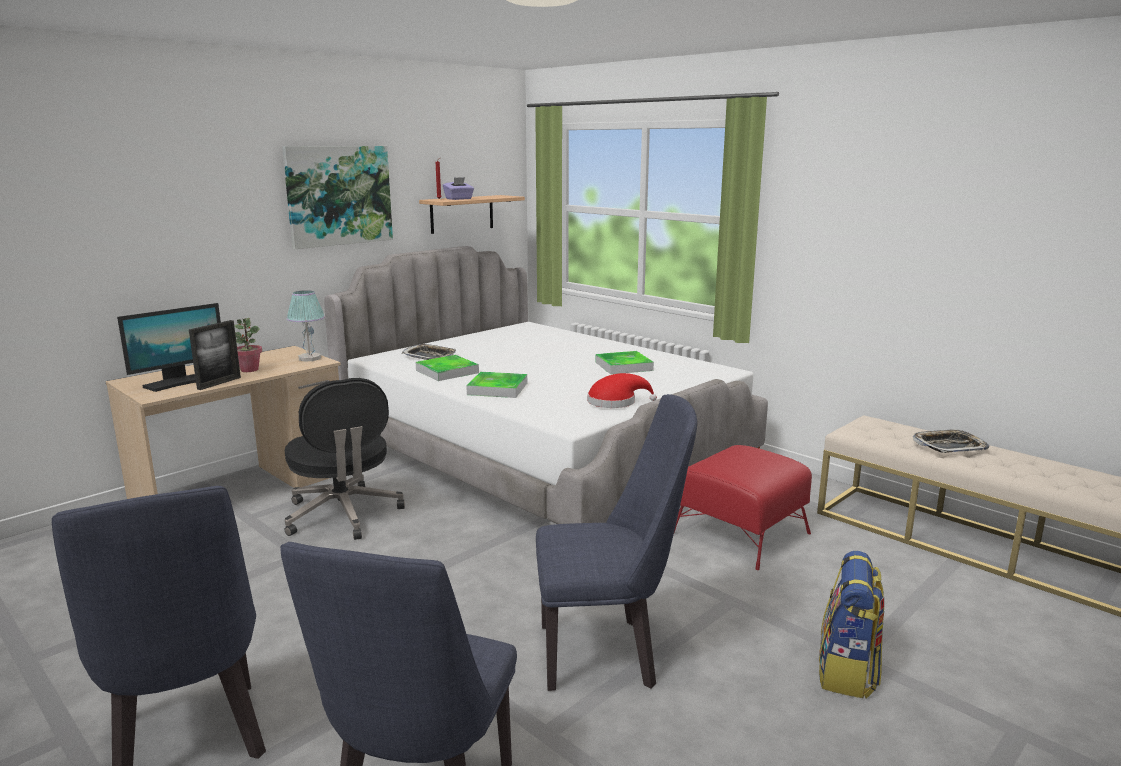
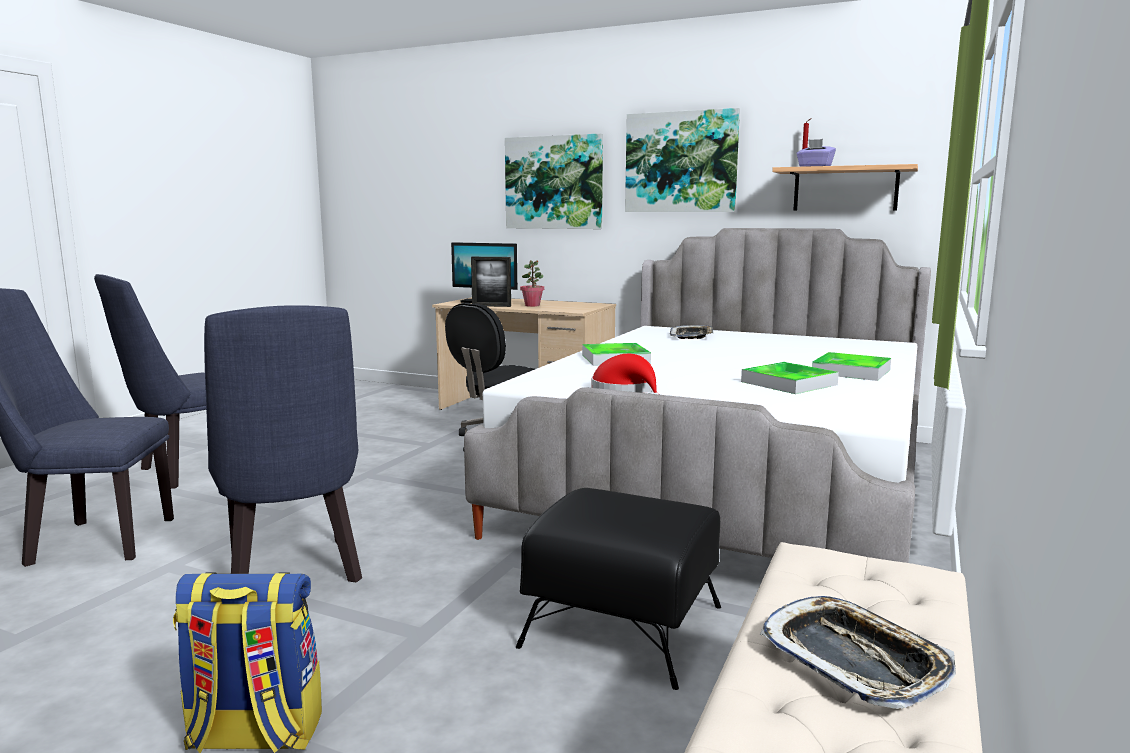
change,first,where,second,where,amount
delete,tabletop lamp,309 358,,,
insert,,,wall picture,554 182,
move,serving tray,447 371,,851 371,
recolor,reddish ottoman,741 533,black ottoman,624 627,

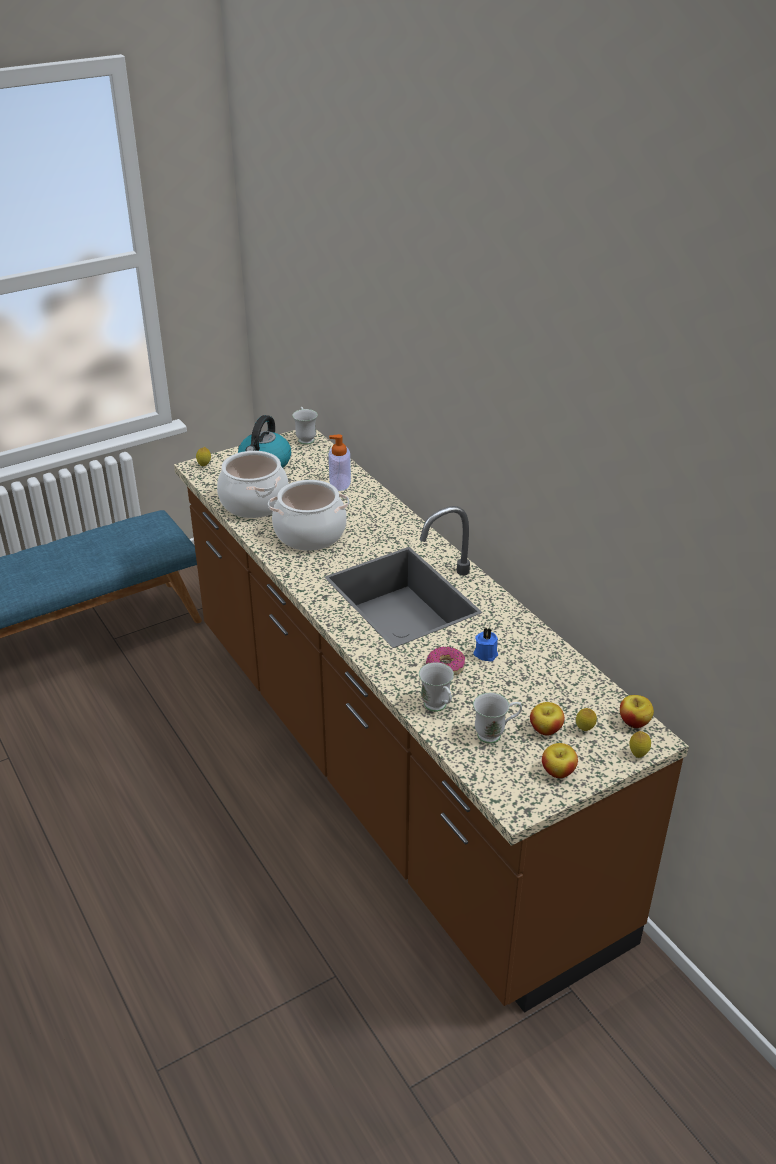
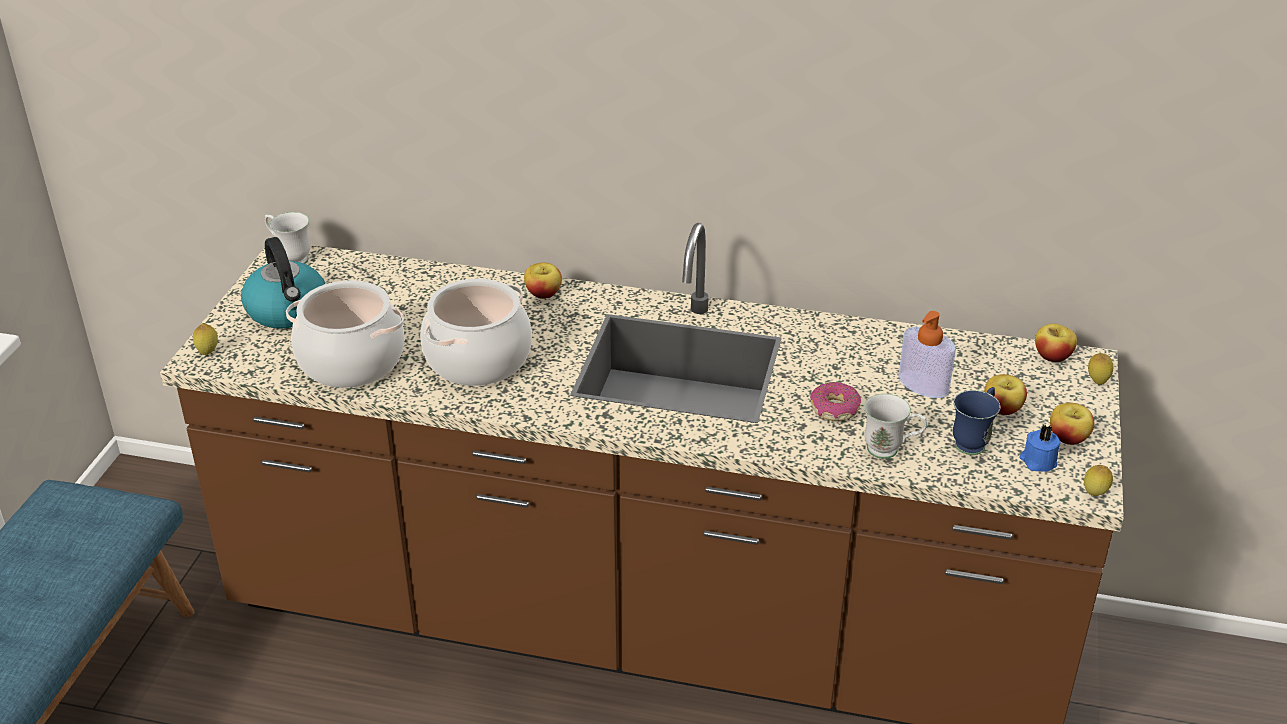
change,first,where,second,where,amount
insert,,,apple,543 294,
move,soap dispenser,340 482,,923 385,
move,bluish wax candle,485 653,,1037 461,
move,citrus fruit,584 730,,1094 494,
recolor,white-coloured tea mug,495 734,bluish tea mug,973 441,

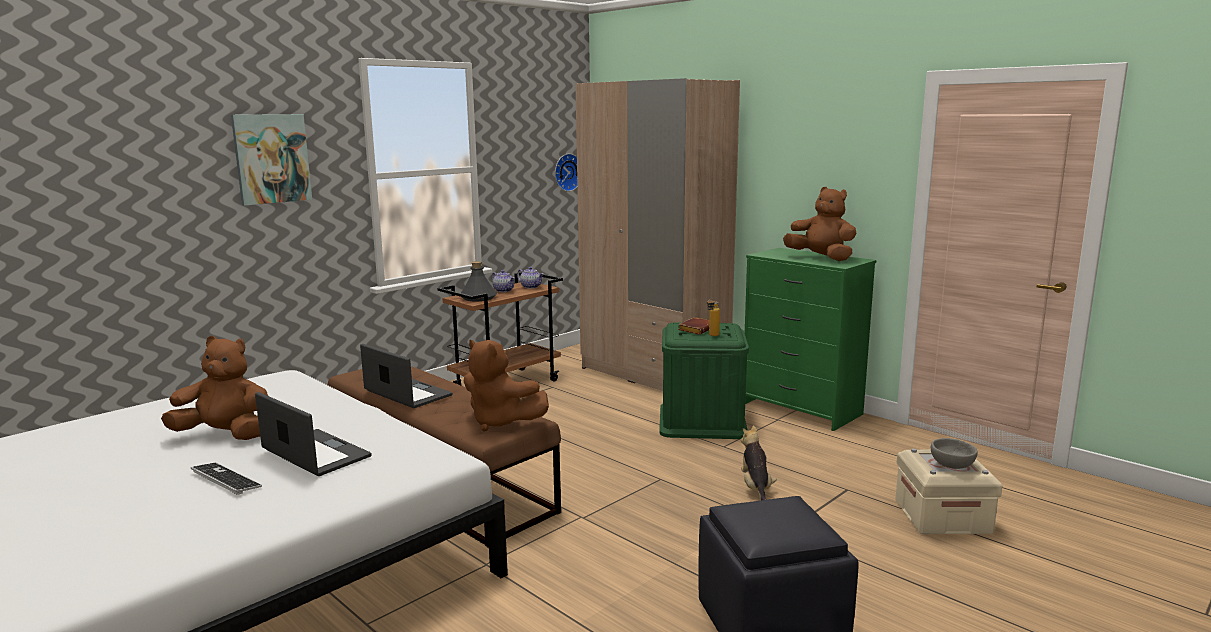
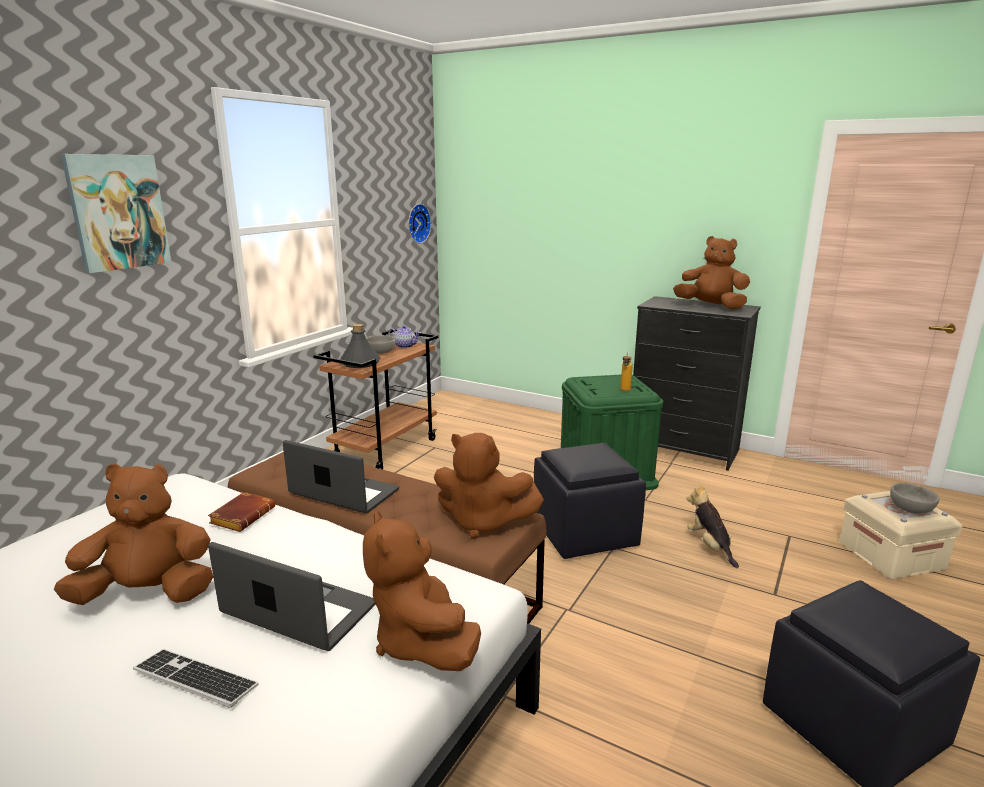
change,first,where,second,where,amount
delete,beige-coloured wardrobe,654 374,,,
insert,,,brown-coloured plush toy,421 642,
insert,,,black ottoman,584 532,
move,brown-coloured volume,696 329,,242 515,
replace,teapot,504 290,grey serving bowl,380 352,
recolor,greenish dresser,801 409,black dresser,683 449,

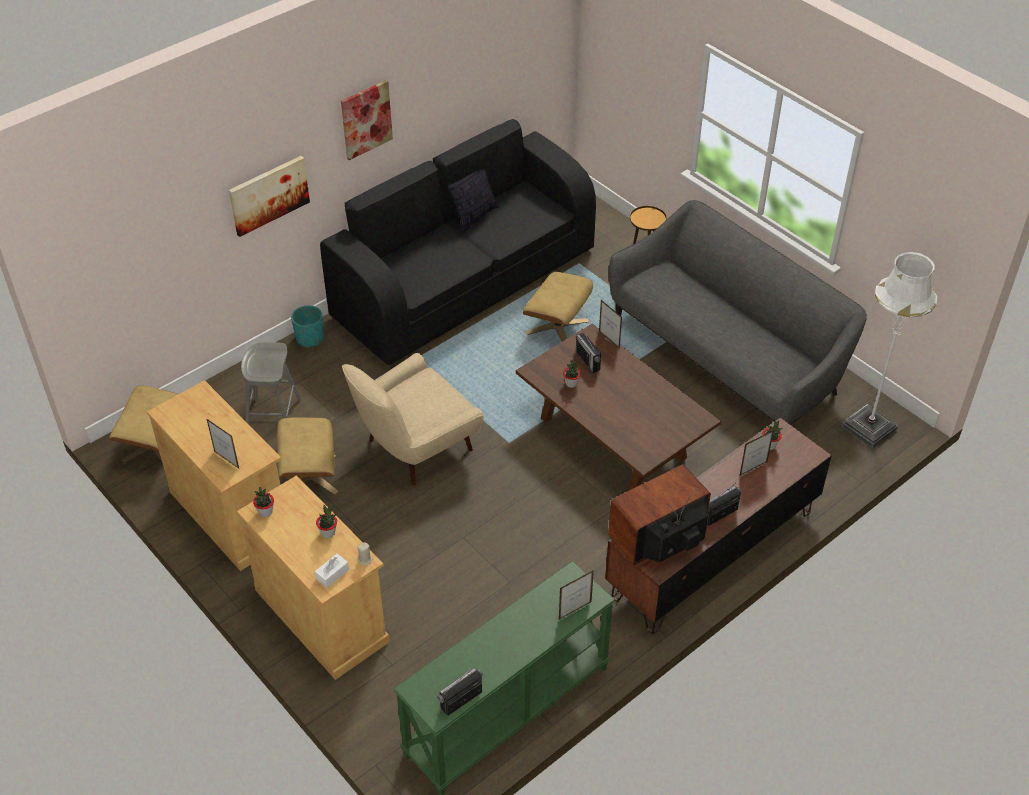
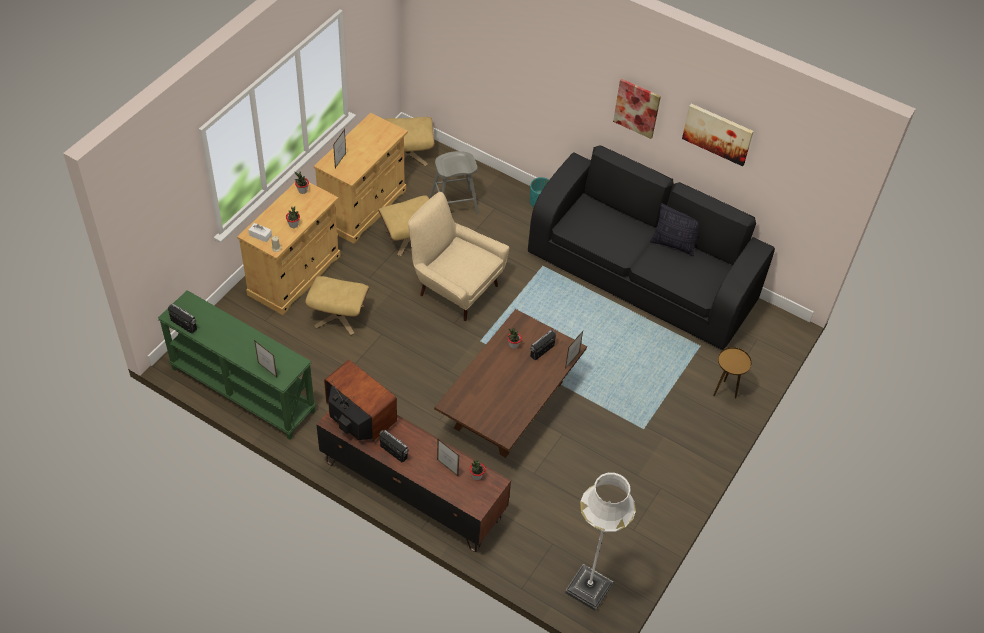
change,first,where,second,where,amount
delete,grey settee,727 355,,,
move,wall picture,268 195,,718 133,
move,beige-coloured ottoman,557 327,,339 316,

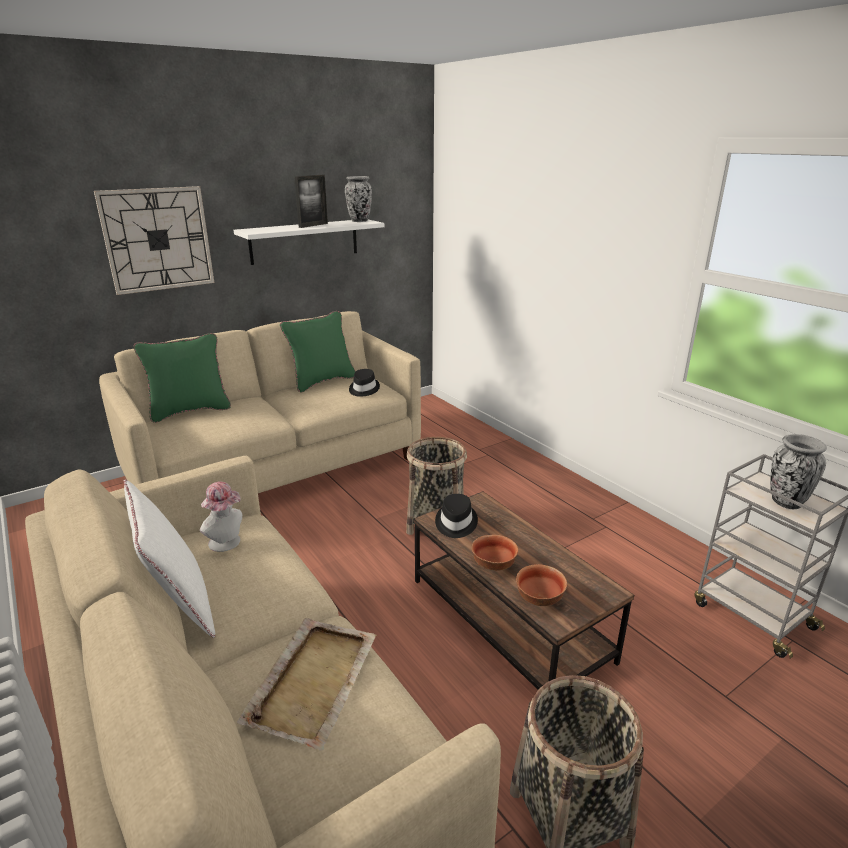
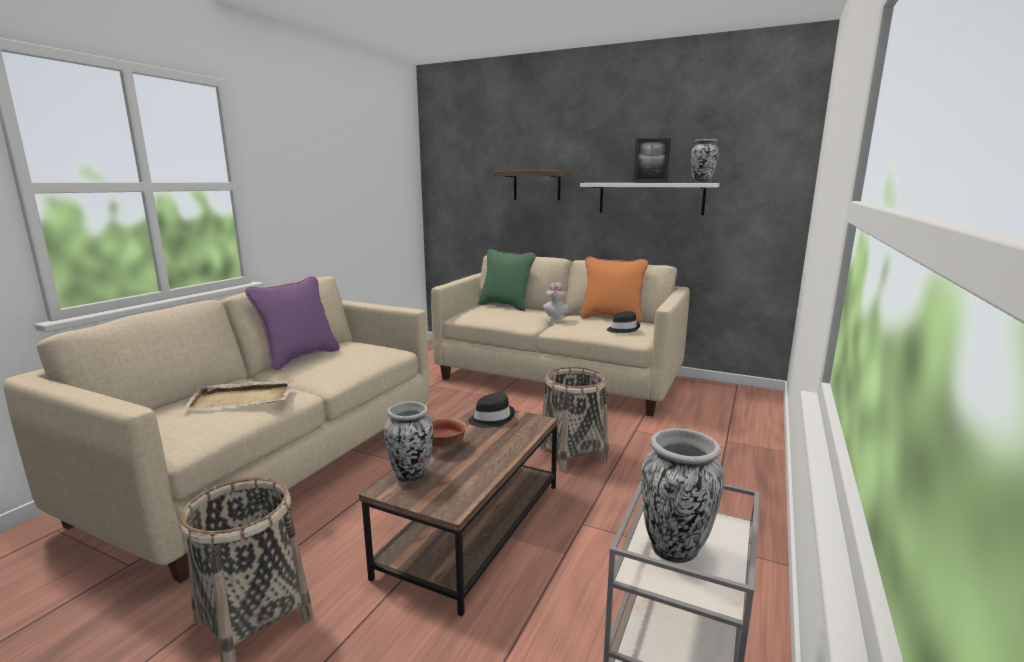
change,first,where,second,where,amount
move,hat,227 543,,555 320,
replace,wall clock,157 239,bracket shelf,537 185,
replace,serving bowl,540 599,vase,411 476,
recolor,white-coloured throw pillow,180 606,purple-coloured throw pillow,299 358,
recolor,greenish throw pillow,322 381,orangey throw pillow,611 318,

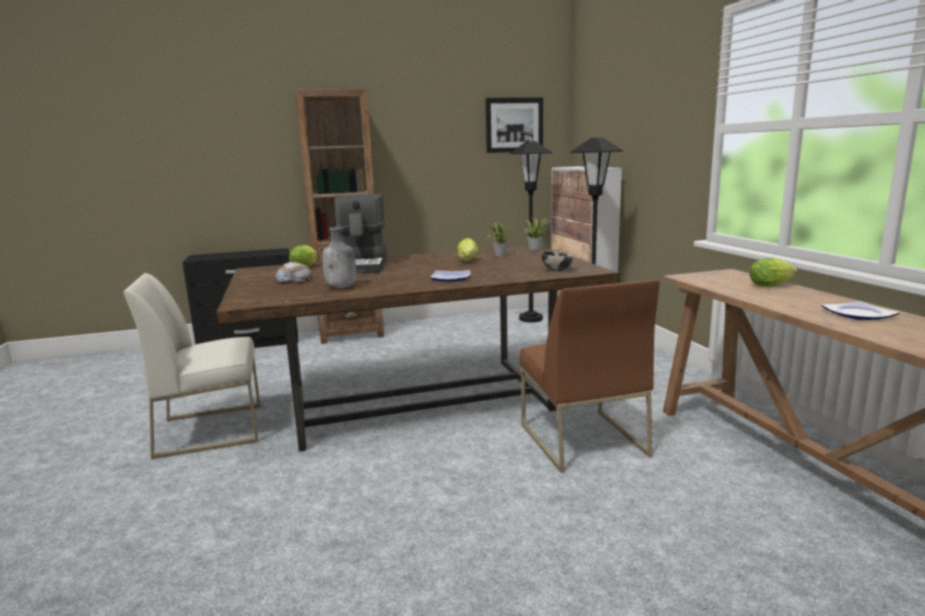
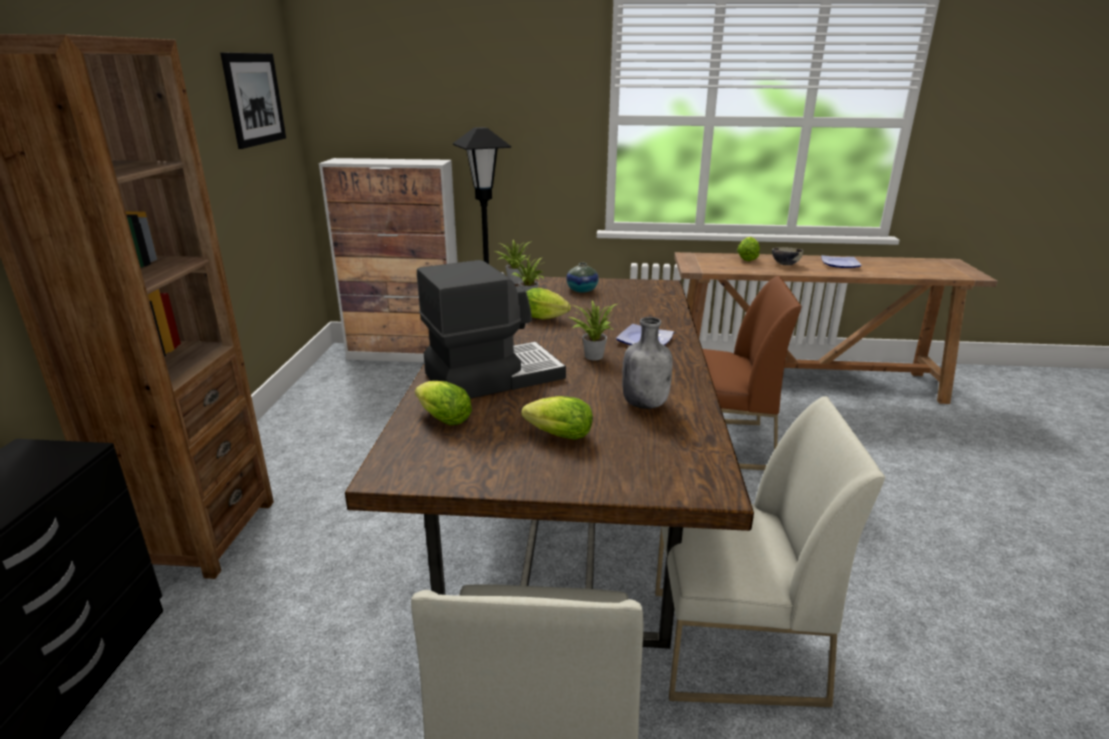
change,first,where,second,where,amount
delete,black standard lamp,531 319,,,
insert,,,vase,582 290,
insert,,,houseplant,592 356,
insert,,,white-coloured upright chair,733 645,
move,serving bowl,557 270,,785 264,
replace,baked bread,293 280,lettuce head,556 435,
rotate,coffee brewer,363 265,,492 376,45 degrees counterclockwise

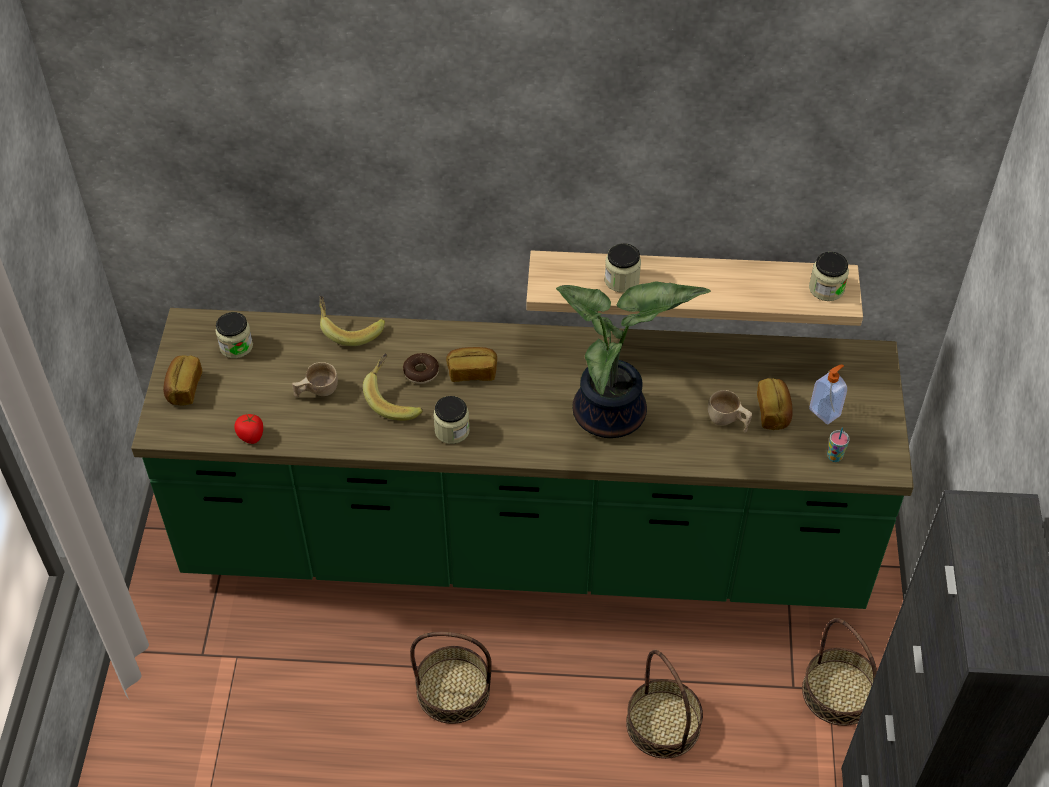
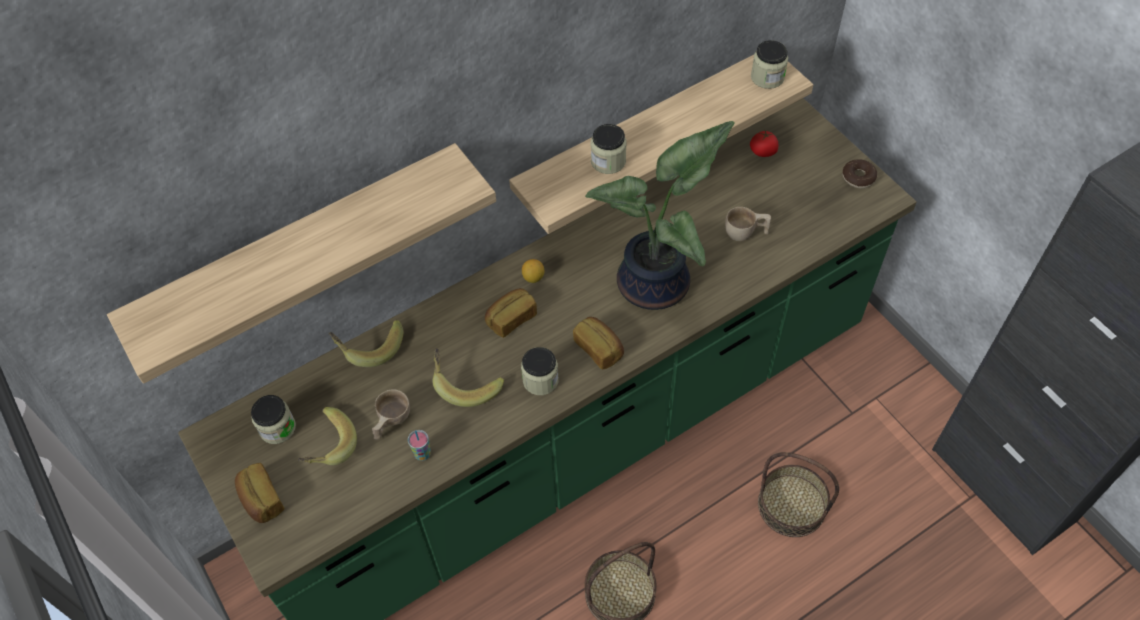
change,first,where,second,where,amount
delete,household basket,839 692,,,
delete,soap dispenser,825 412,,,
insert,,,bracket shelf,299 249,
insert,,,banana fruit,327 446,
insert,,,citrus fruit,533 277,
move,fresh tomato,251 436,,763 151,
move,donut,421 372,,858 177,
move,baked bread,774 412,,599 348,
move,cup,834 456,,422 454,

